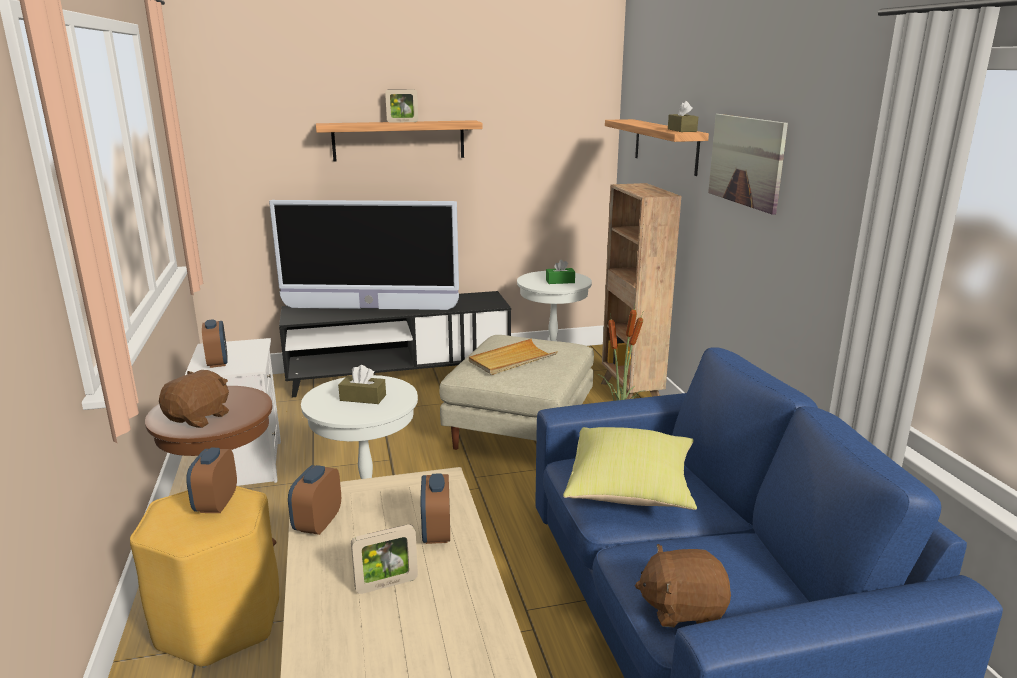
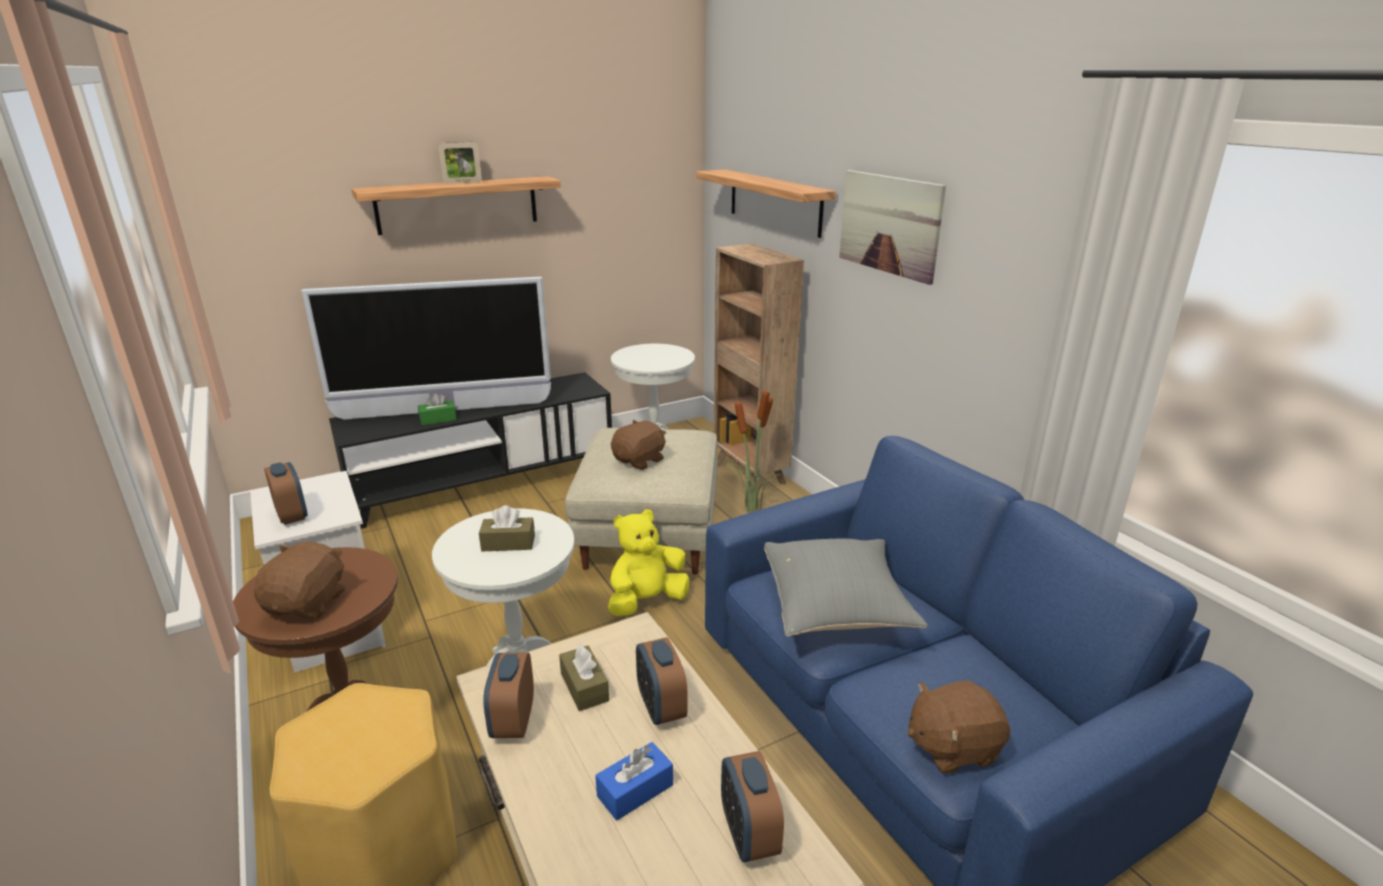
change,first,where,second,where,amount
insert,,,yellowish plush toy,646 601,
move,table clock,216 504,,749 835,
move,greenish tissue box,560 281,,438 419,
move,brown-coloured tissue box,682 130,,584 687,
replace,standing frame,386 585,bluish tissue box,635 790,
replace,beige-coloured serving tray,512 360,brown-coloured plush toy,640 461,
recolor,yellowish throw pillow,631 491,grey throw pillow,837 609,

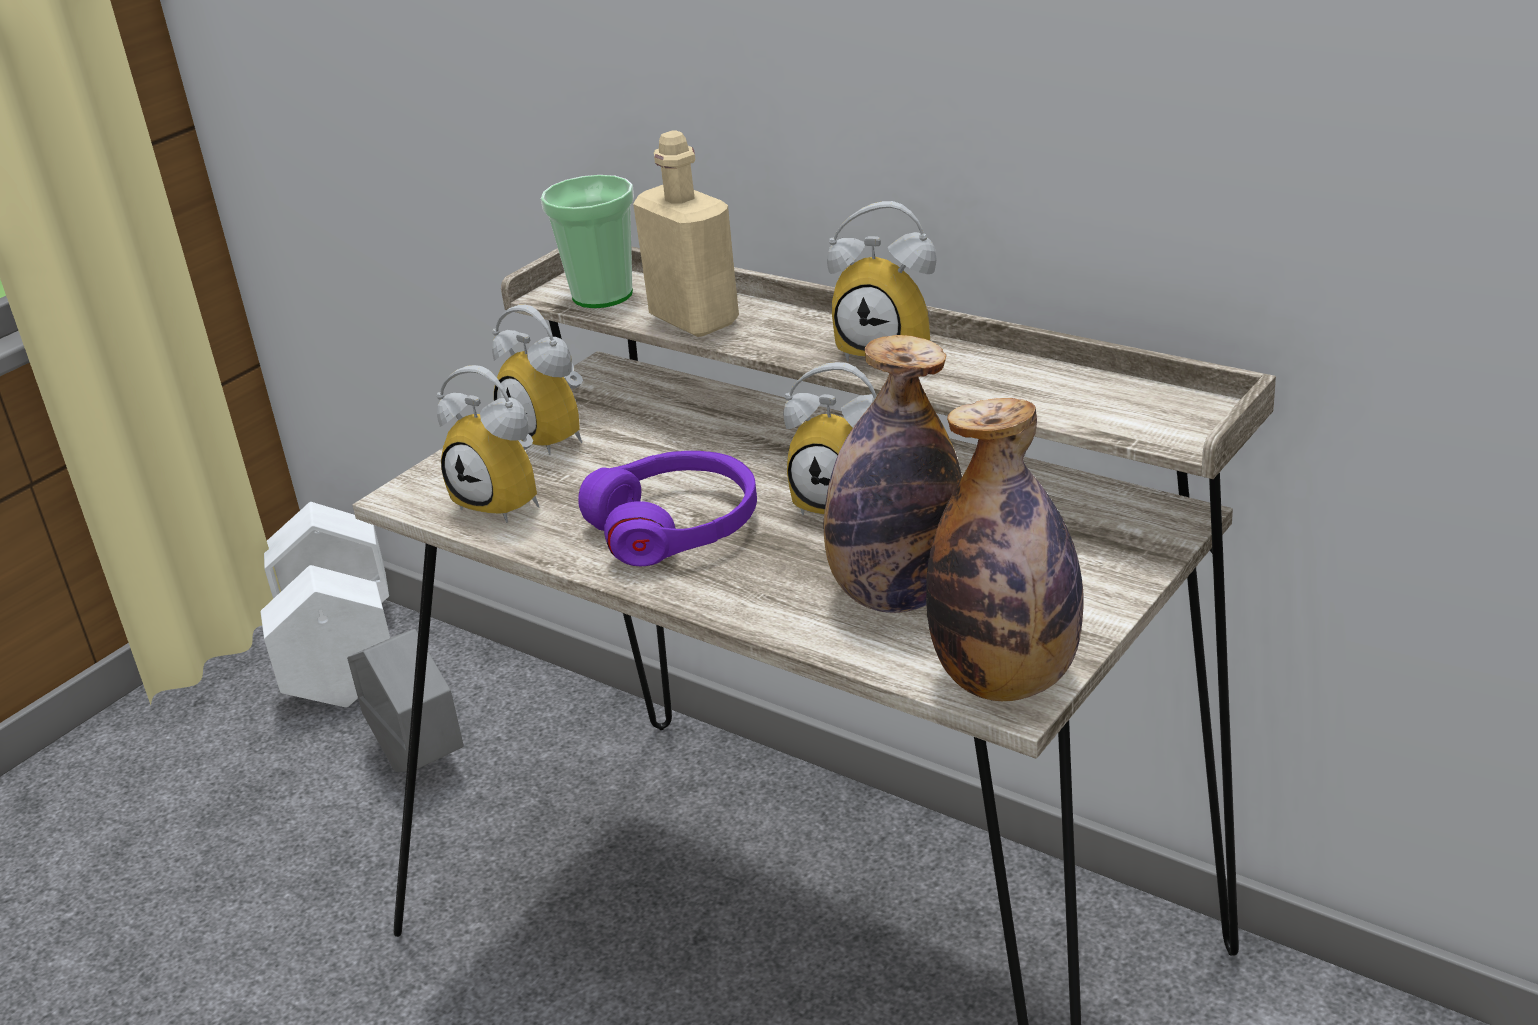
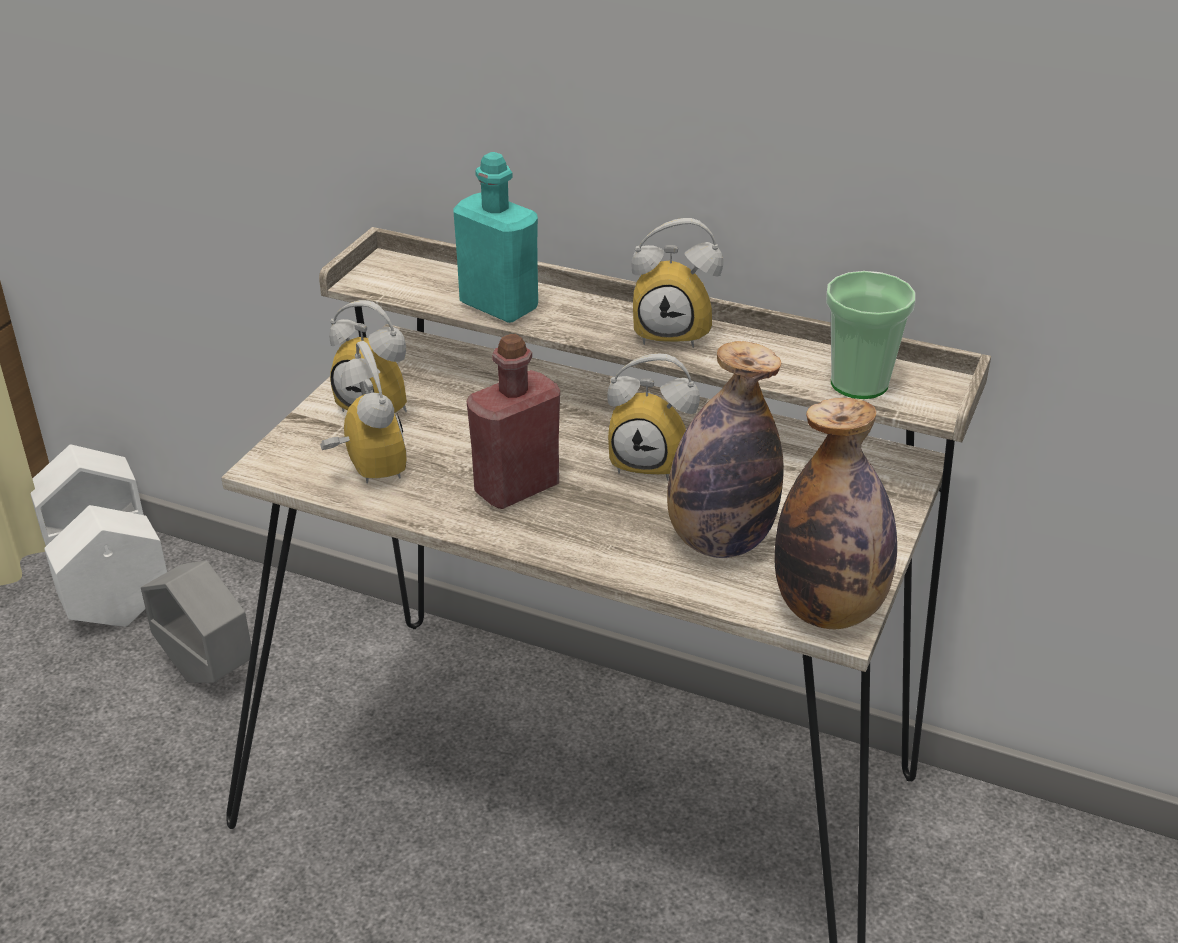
change,first,where,second,where,amount
move,cup,602 295,,859 383,
replace,purple-coloured headphones,675 526,reddish bottle,516 487,
recolor,beige-coloured bottle,694 319,turquoise-coloured bottle,499 306,
rotate,table clock,509 501,,363 469,135 degrees counterclockwise

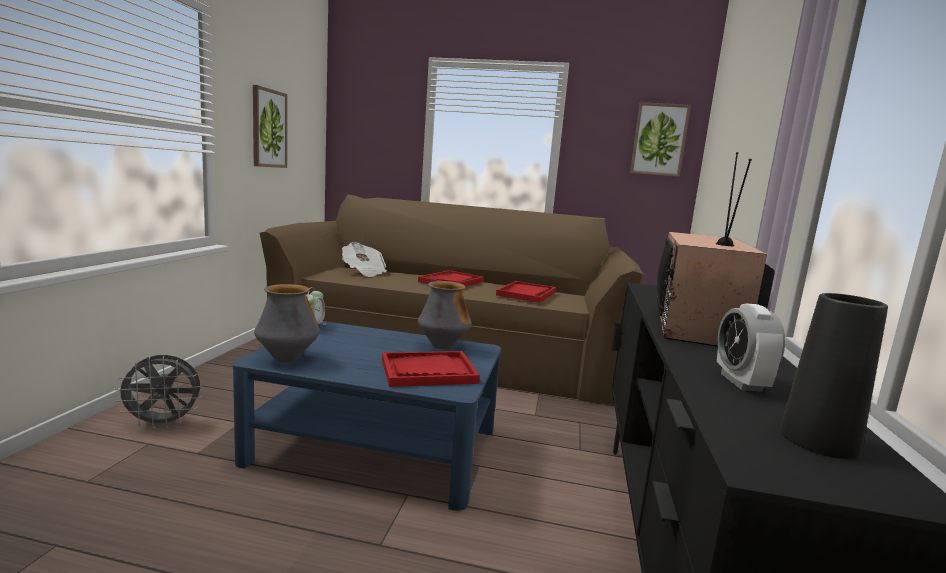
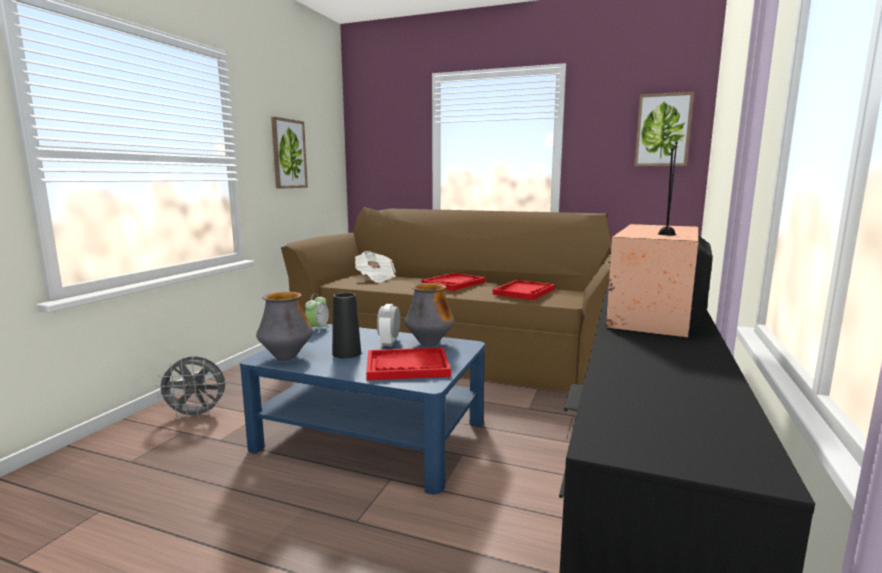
change,first,where,second,where,amount
move,table clock,741 382,,389 342,
move,black vase,818 440,,346 353,

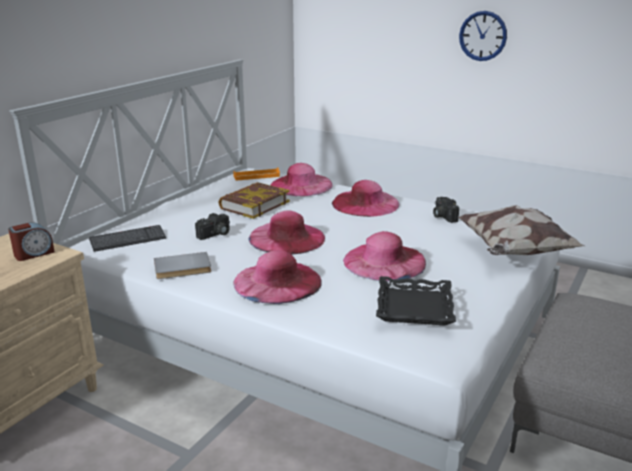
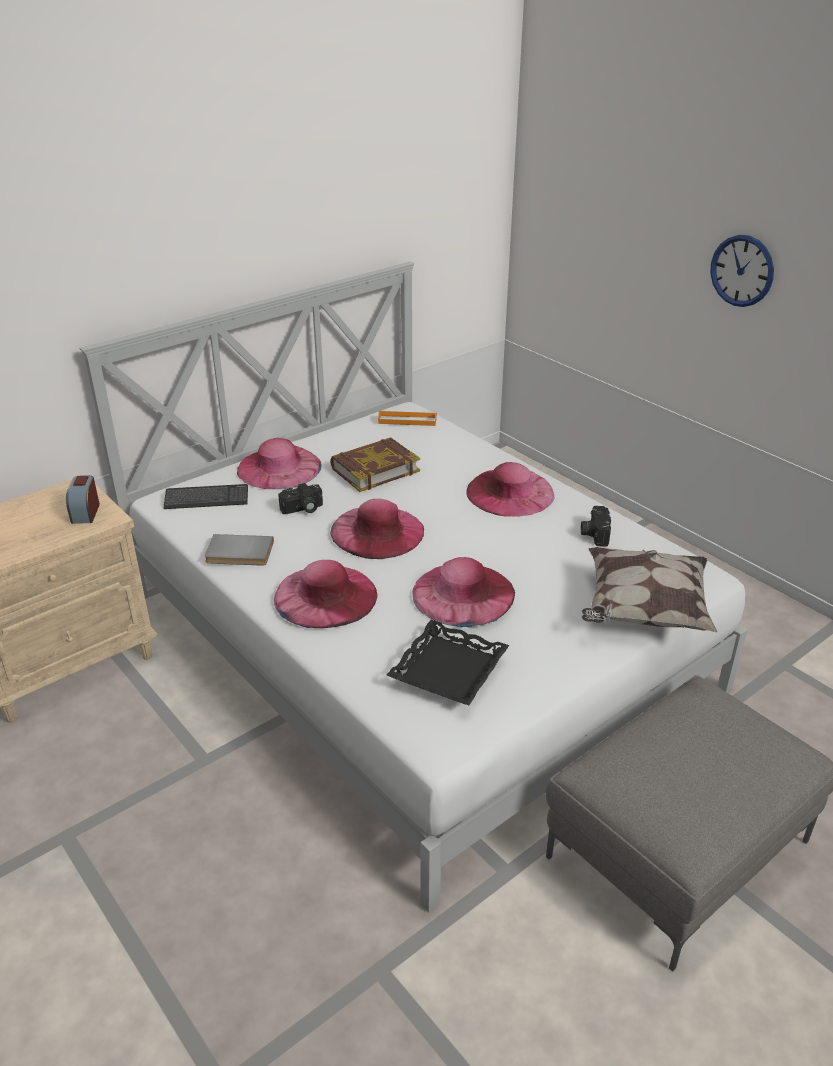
change,first,where,second,where,amount
move,pinkish hat,301 185,,279 467,
rotate,table clock,34 254,,85 513,105 degrees clockwise

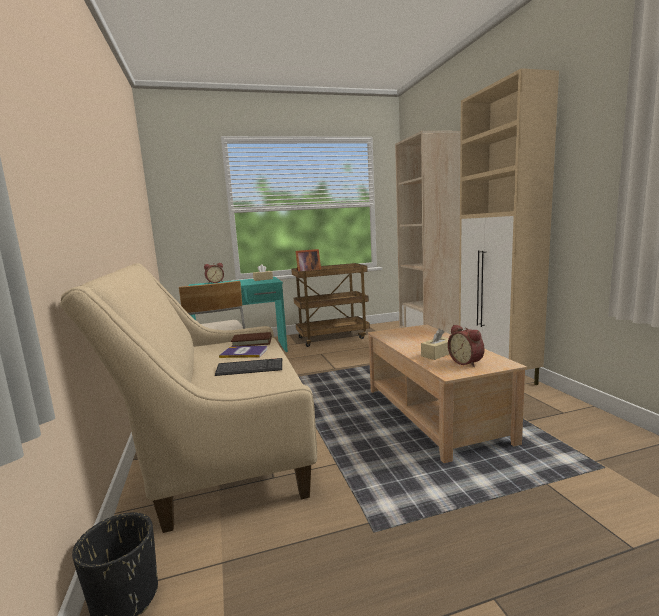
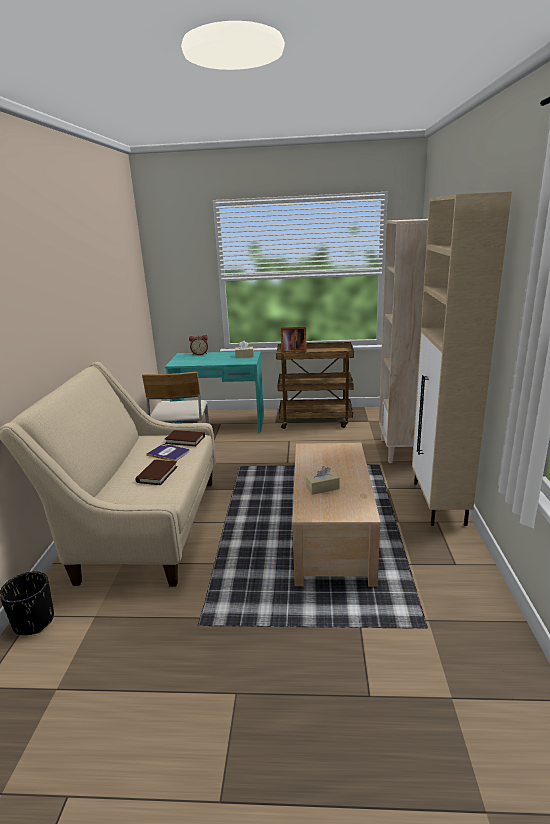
change,first,where,second,where,amount
delete,table clock,467 362,,,
replace,keyboard,249 368,brown-coloured volume,157 474,

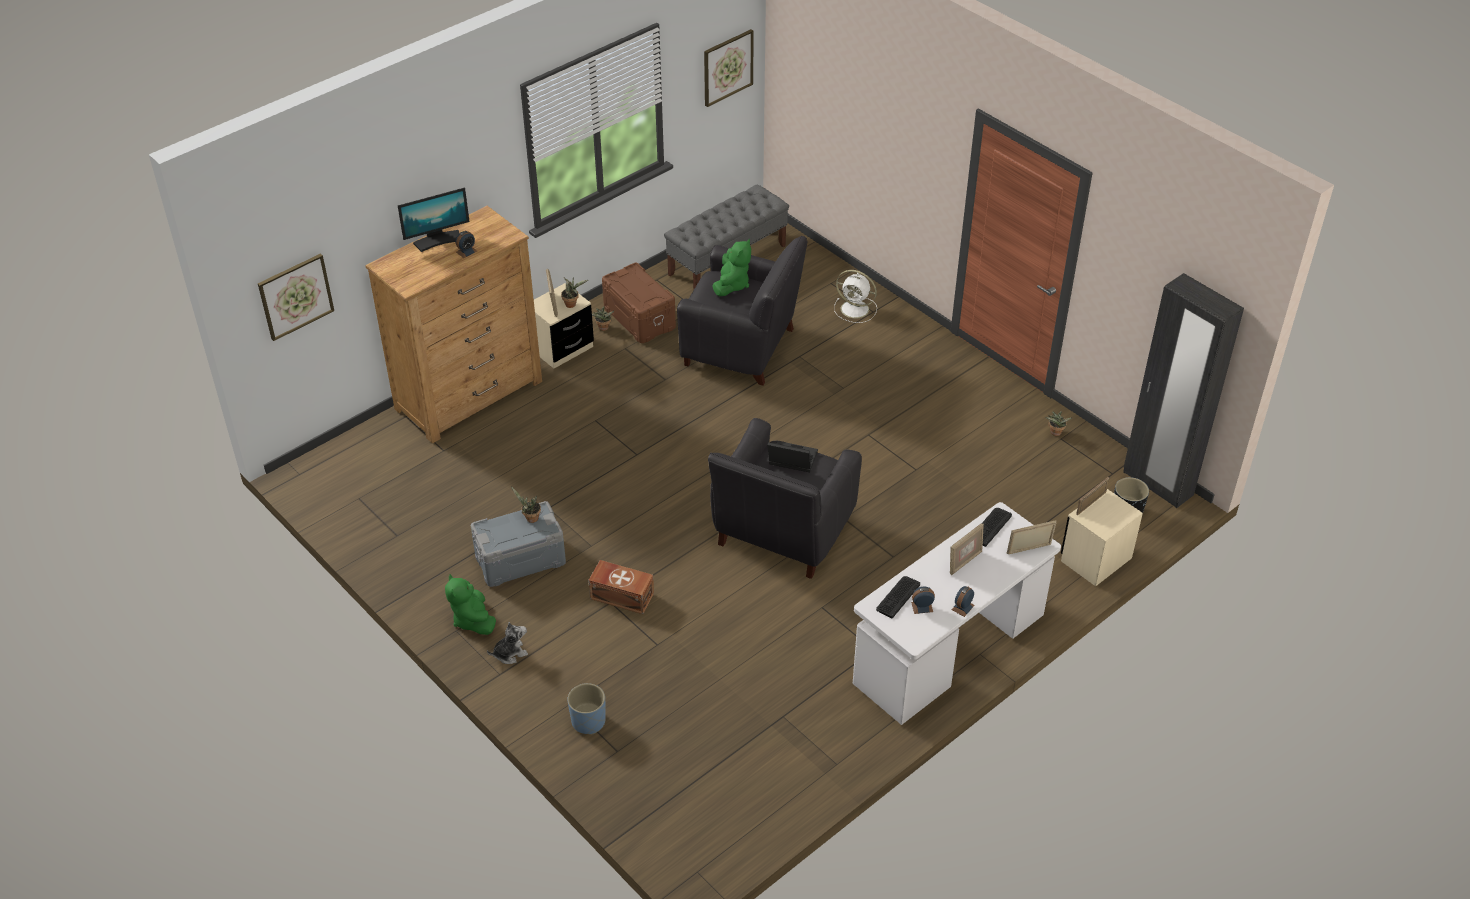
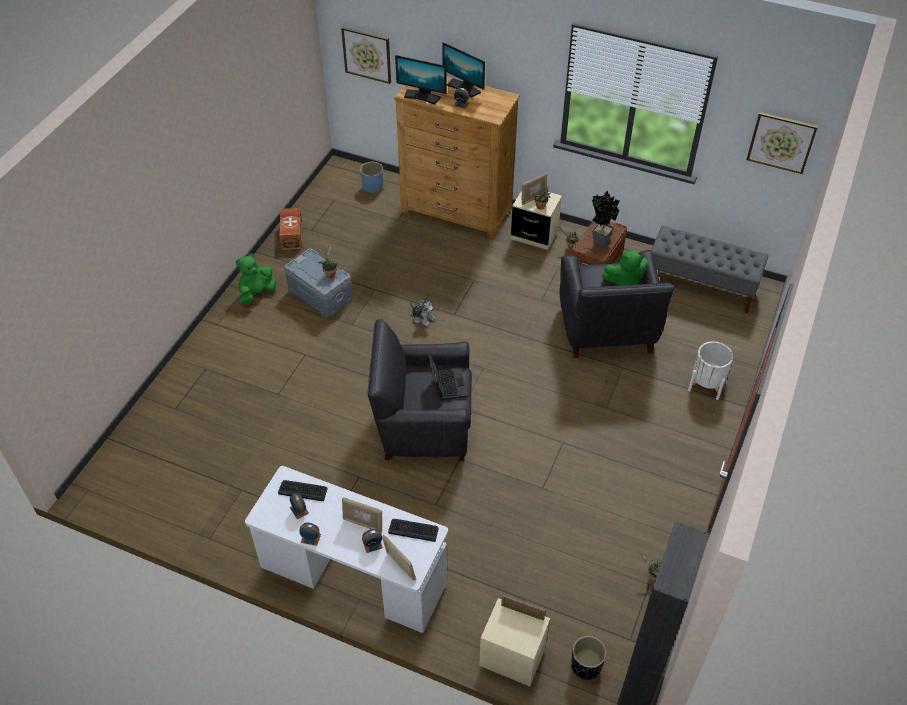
change,first,where,second,where,amount
insert,,,table clock,372 545,
insert,,,monitor,422 96,
insert,,,houseplant,599 241,
move,plush toy,510 653,,423 318,
move,bluish planter,588 721,,372 186,
move,brown-coloured storage container,621 595,,292 235,
replace,white-coloured cooling fan,856 309,white-coloured planter,706 384,

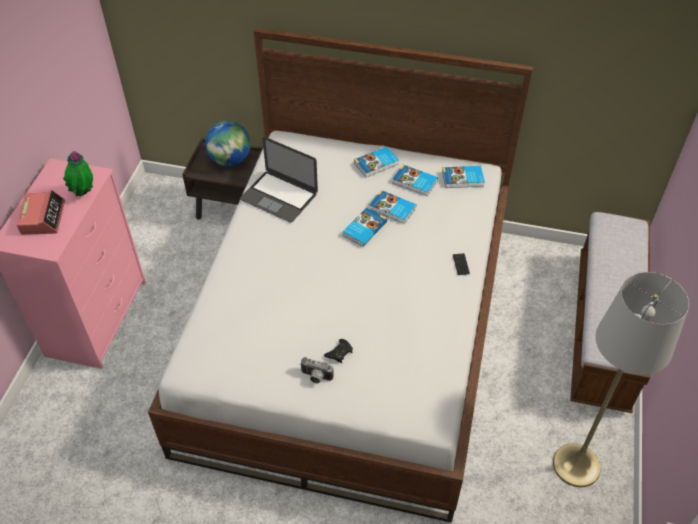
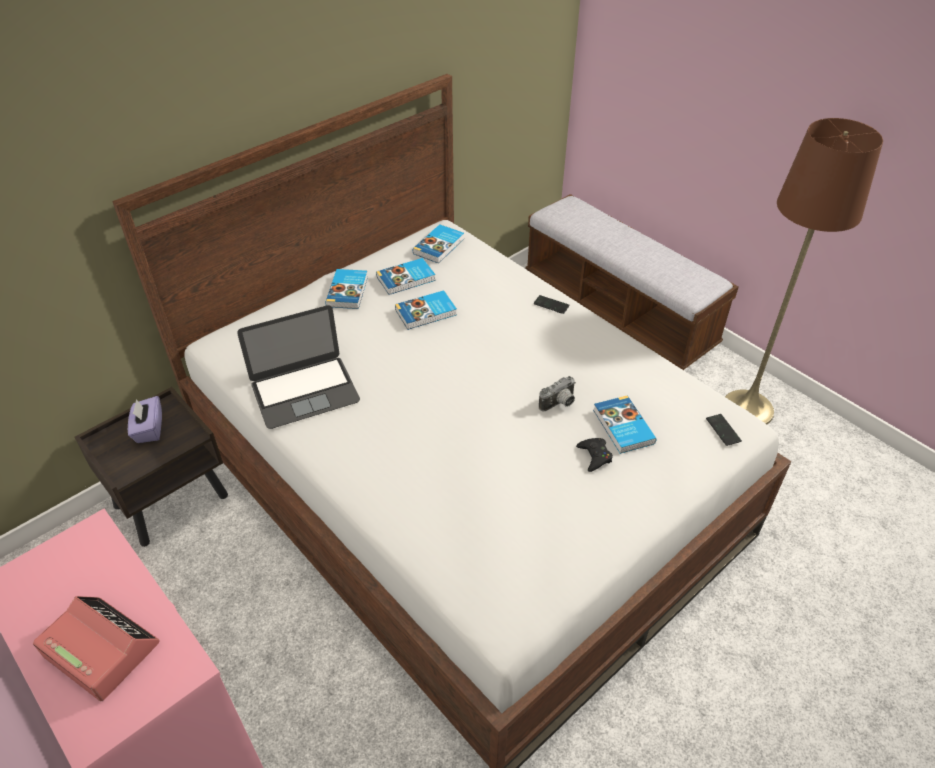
change,first,where,second,where,amount
delete,houseplant,84 194,,,
insert,,,handset,723 430,
move,still camera,315 377,,559 404,
move,volume,364 228,,622 427,
replace,desk globe,230 160,purple-coloured tissue box,149 429,
recolor,grey standard lamp,576 465,brown-coloured standard lamp,747 408,

